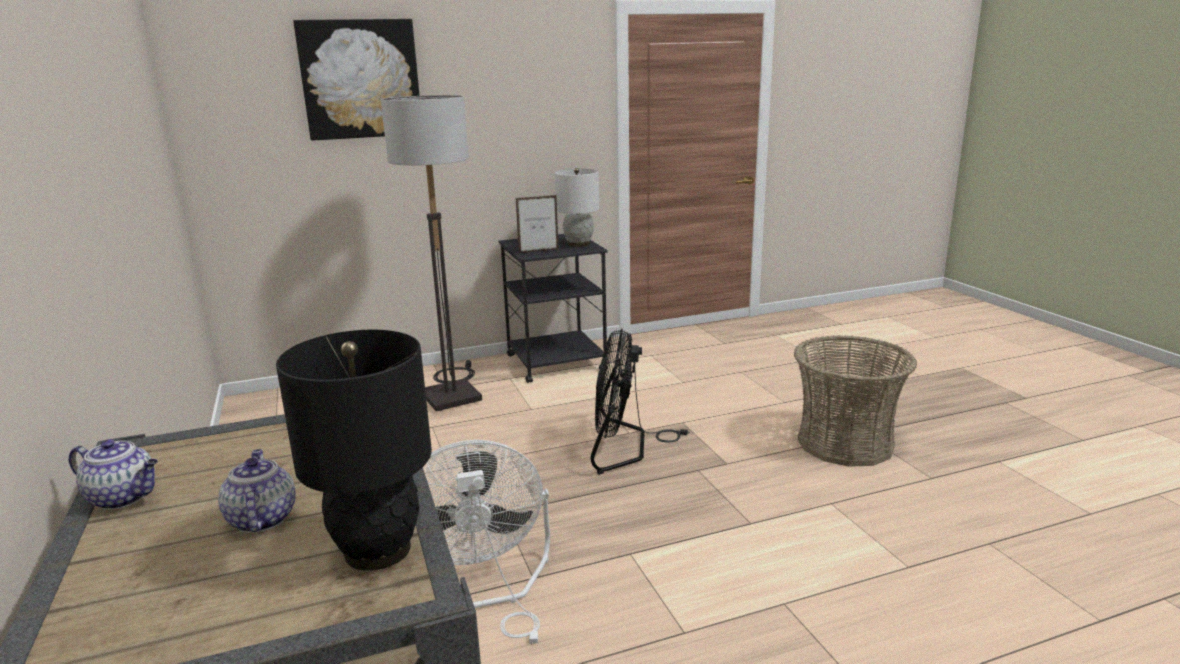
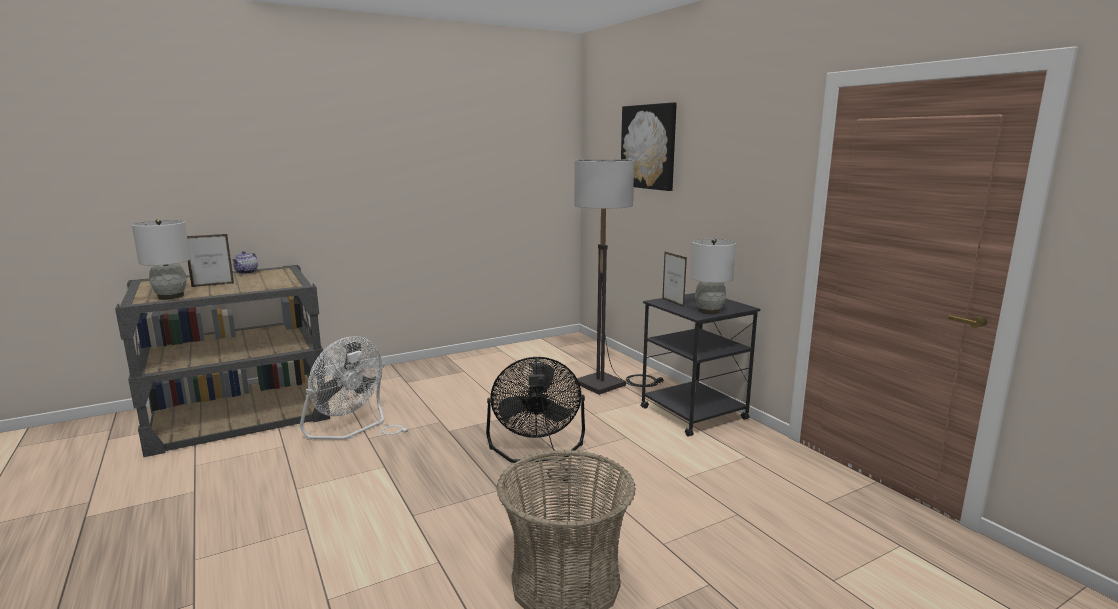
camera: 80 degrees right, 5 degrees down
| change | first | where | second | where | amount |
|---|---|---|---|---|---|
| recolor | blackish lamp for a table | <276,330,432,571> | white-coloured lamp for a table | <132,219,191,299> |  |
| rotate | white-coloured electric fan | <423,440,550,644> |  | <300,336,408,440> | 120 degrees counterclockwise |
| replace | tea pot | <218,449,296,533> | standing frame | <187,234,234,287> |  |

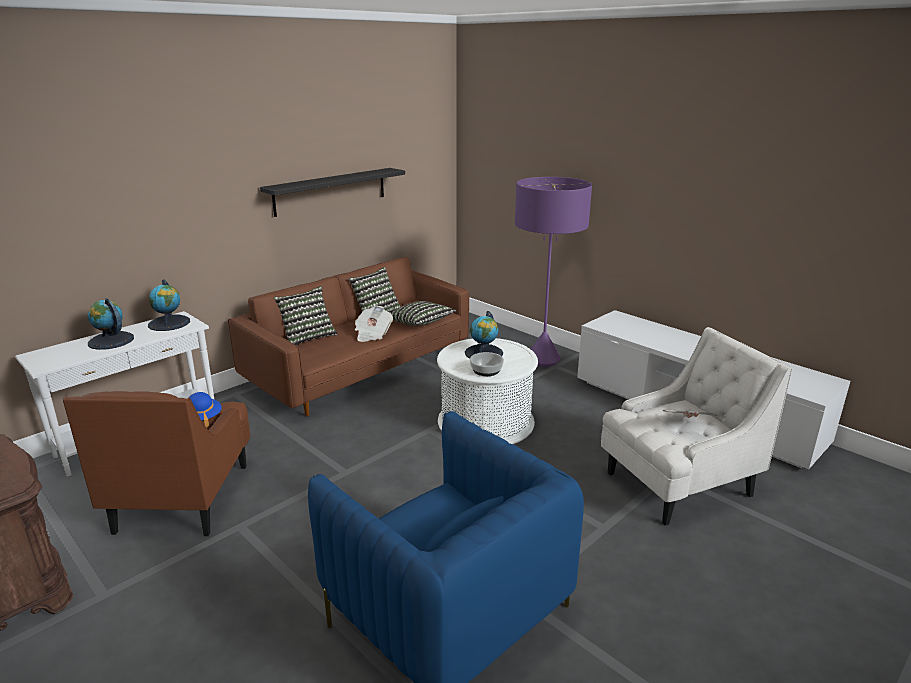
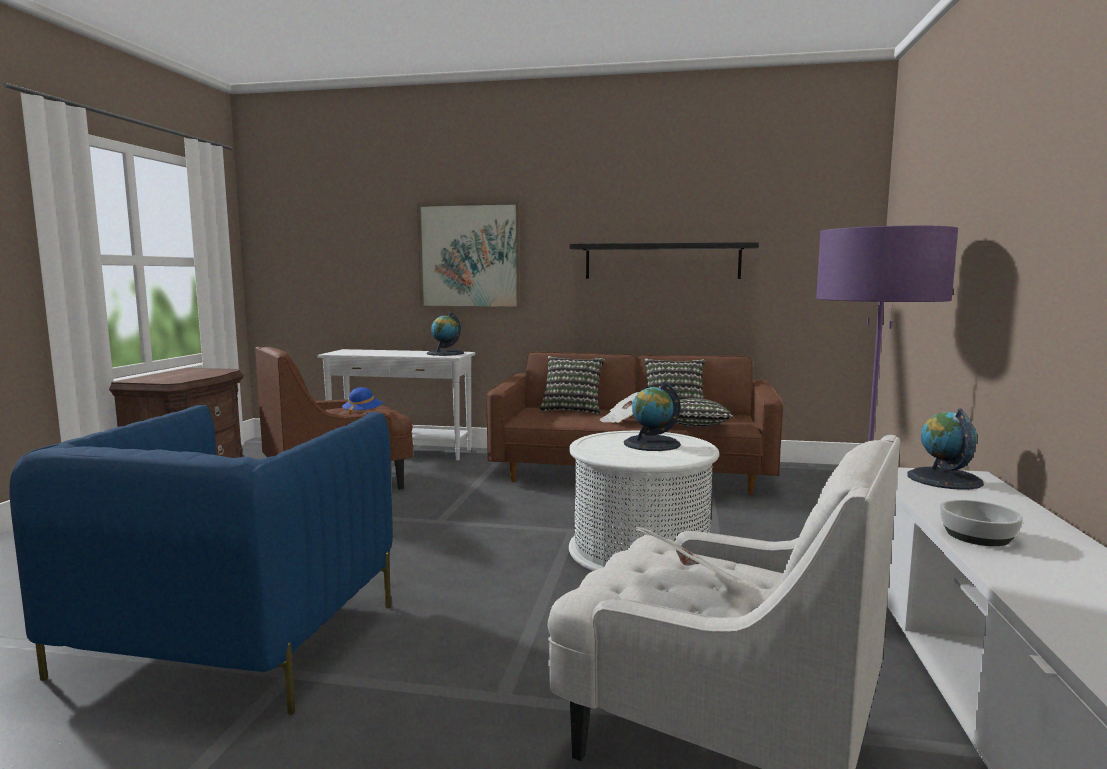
camera: 55 degrees right, 15 degrees down
| change | first | where | second | where | amount |
|---|---|---|---|---|---|
| move | desk globe | <88,298,134,350> |  | <907,409,984,490> |  |
| move | bowl | <470,352,504,376> |  | <939,500,1023,546> |  |
| insert |  |  | wall art | <417,202,520,309> |  |

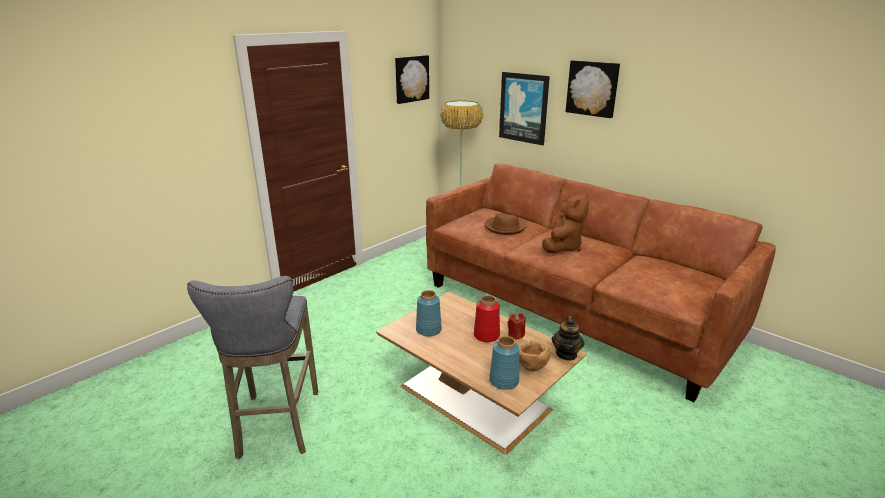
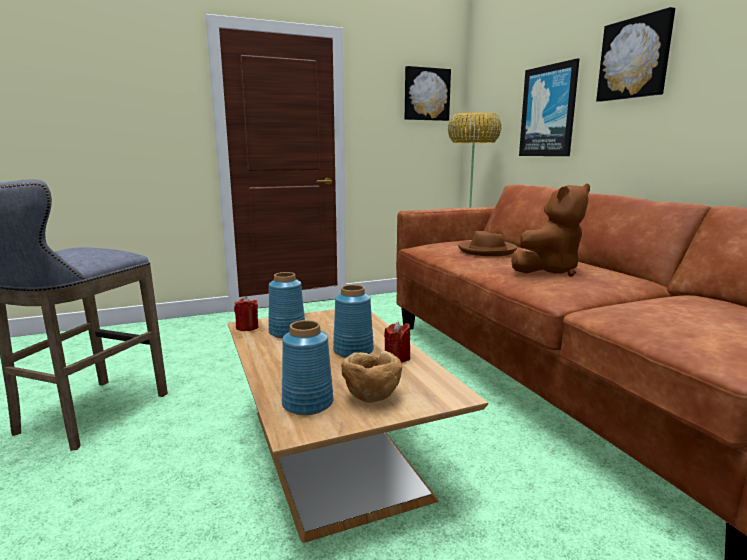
camera: 25 degrees right, 10 degrees down
| change | first | where | second | where | amount |
|---|---|---|---|---|---|
| recolor | reddish flower vase | <474,295,500,342> | blue flower vase | <333,285,374,358> |  |
| delete | tea pot | <552,316,584,361> |  |  |  |
| insert |  |  | reddish candle | <234,296,258,331> |  |

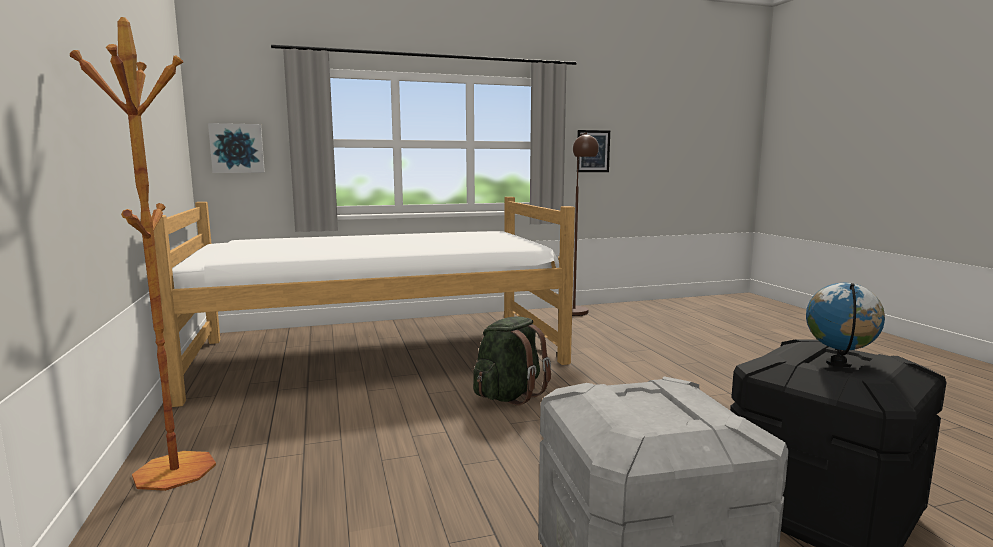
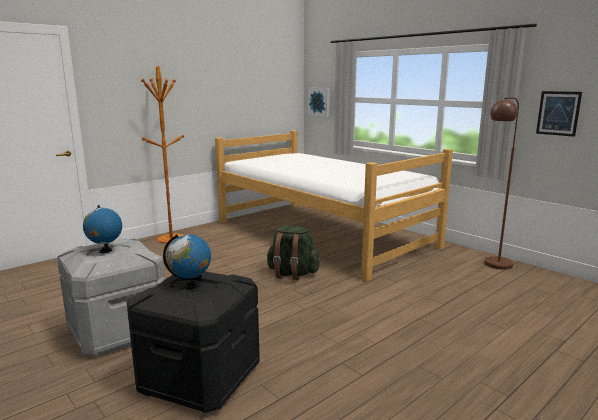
camera: 65 degrees right, 5 degrees up
| change | first | where | second | where | amount |
|---|---|---|---|---|---|
| insert |  |  | desk globe | <83,205,122,253> |  |

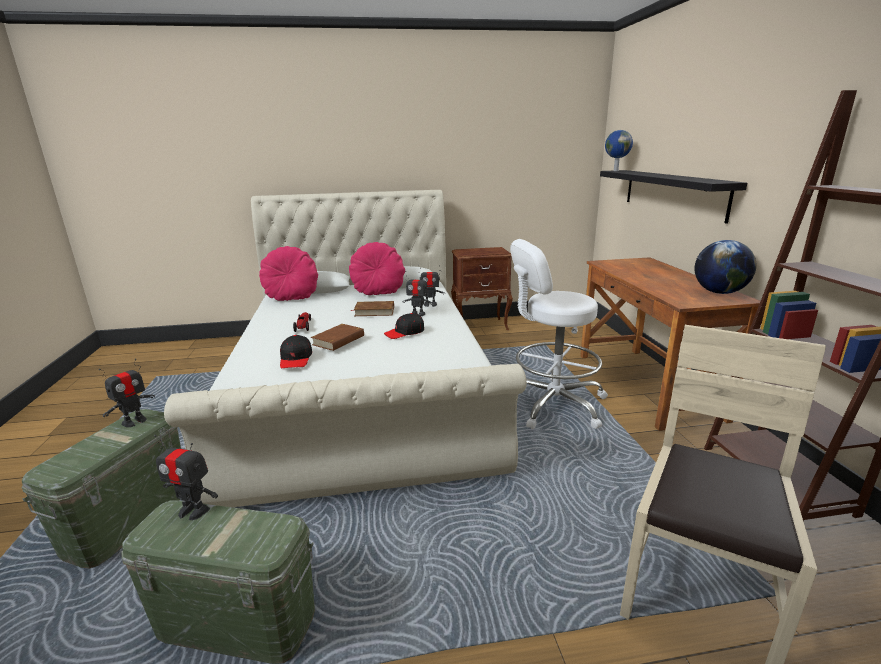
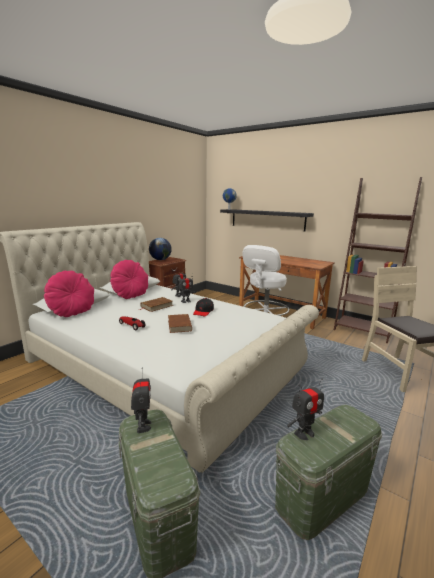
camera: 45 degrees left, 5 degrees down
| change | first | where | second | where | amount |
|---|---|---|---|---|---|
| move | desk globe | <695,240,756,294> |  | <149,238,172,260> |  |
| delete | blackish cap | <280,335,312,368> |  |  |  |

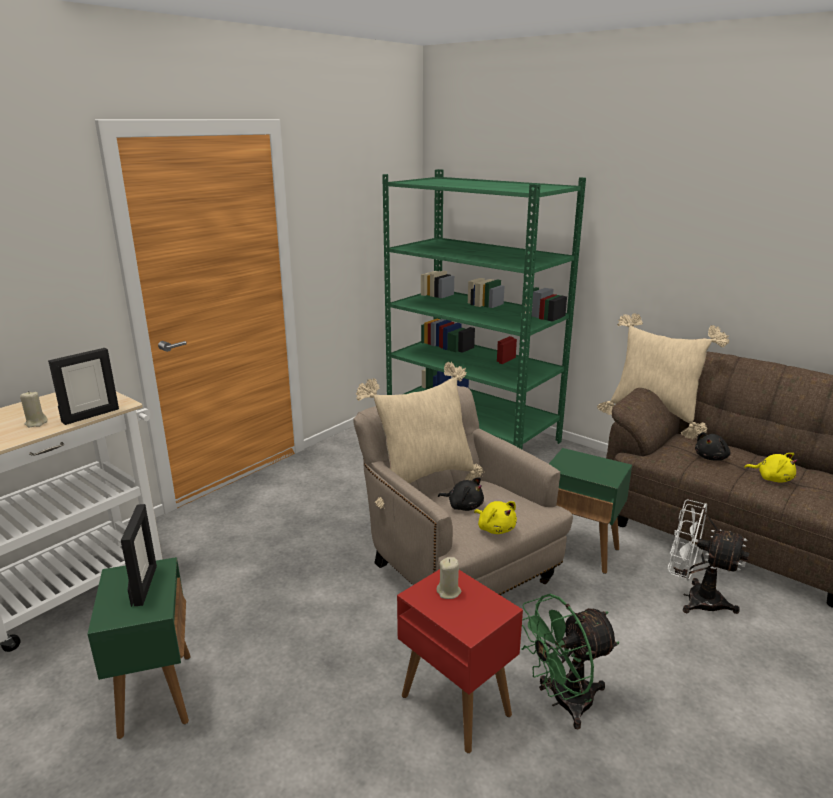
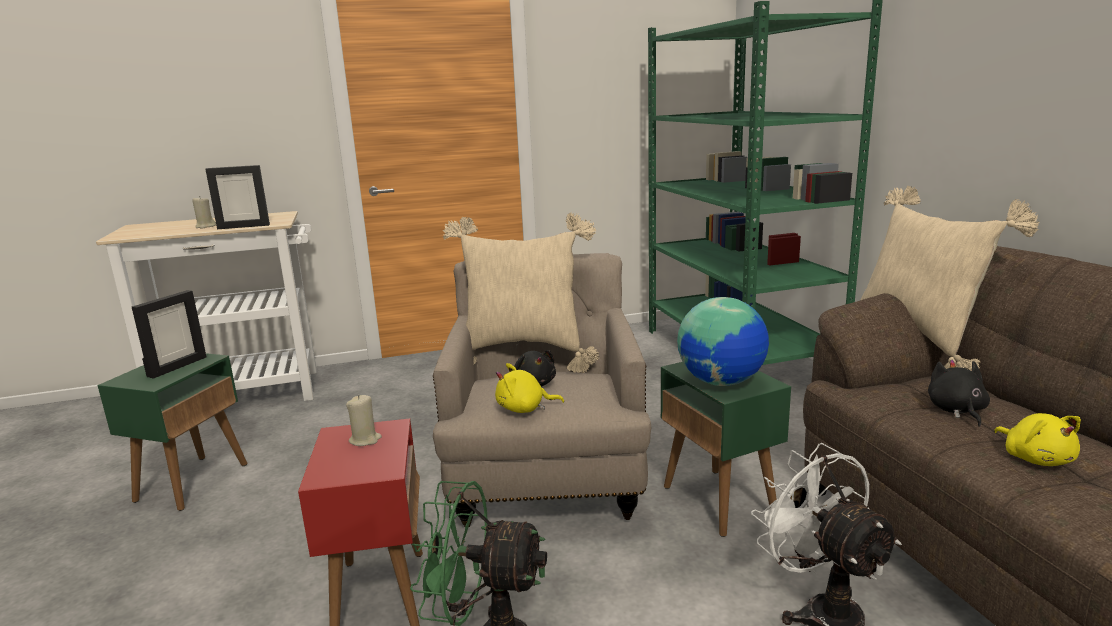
camera: 35 degrees right, 5 degrees down
| change | first | where | second | where | amount |
|---|---|---|---|---|---|
| rotate | blackish plush toy | <695,432,730,461> |  | <928,360,990,427> | 105 degrees clockwise |
| rotate | yellow-coloured plush toy | <474,501,517,534> |  | <495,363,564,413> | 90 degrees clockwise |
| insert |  |  | desk globe | <677,297,769,386> |  |

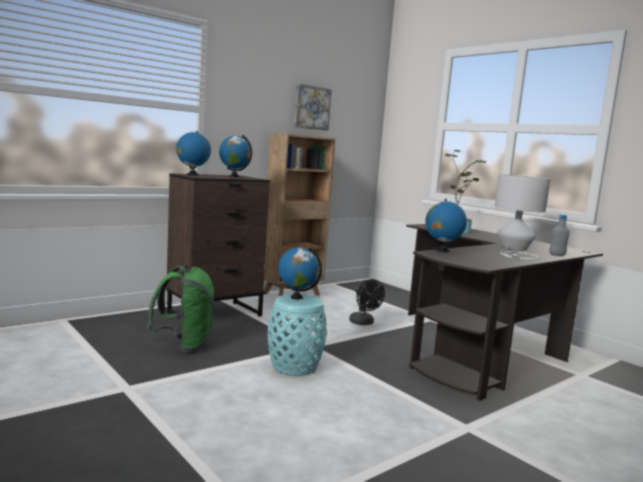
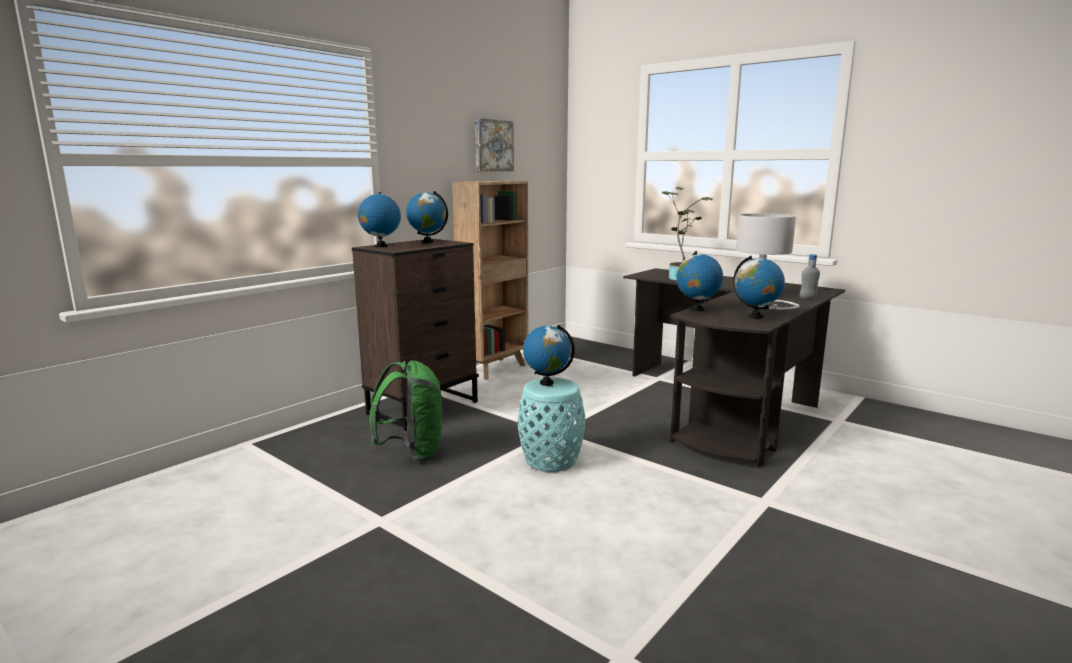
camera: 10 degrees left, 5 degrees up
| change | first | where | second | where | amount |
|---|---|---|---|---|---|
| delete | blackish electric fan | <349,279,385,325> |  |  |  |
| insert |  |  | desk globe | <733,256,785,318> |  |

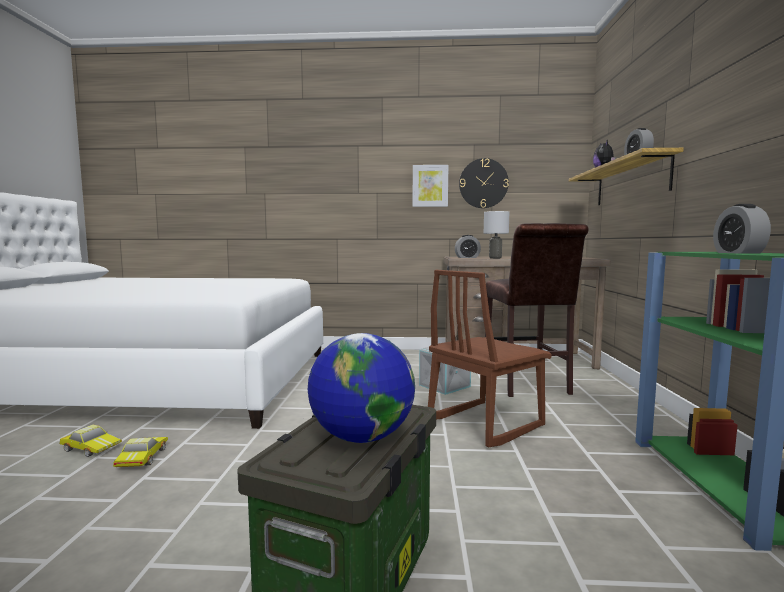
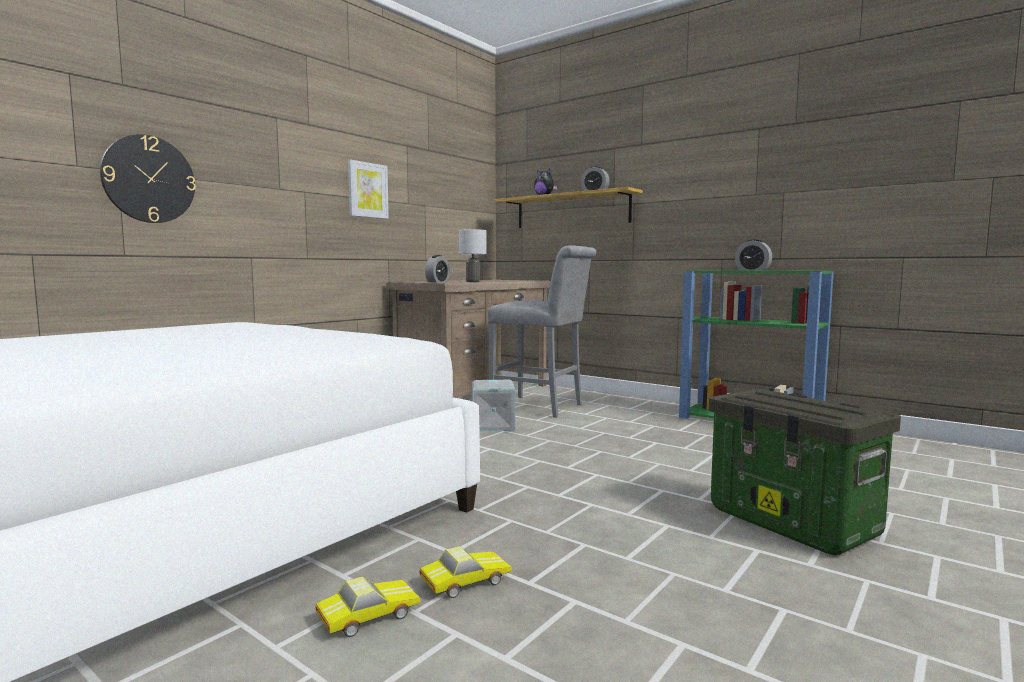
camera: 55 degrees left, 0 degrees up
| change | first | where | second | where | amount |
|---|---|---|---|---|---|
| move | clock on the wall | <459,158,509,208> |  | <100,134,196,223> |  |
| recolor | brown stool seat | <485,223,589,397> | greyish stool seat | <488,246,596,418> |  |
| delete | brown plain chair | <428,270,552,447> |  |  |  |
| delete | desk globe | <308,333,415,443> |  |  |  |
| rotate | model car | <113,437,168,467> |  | <419,546,512,598> | 120 degrees clockwise |

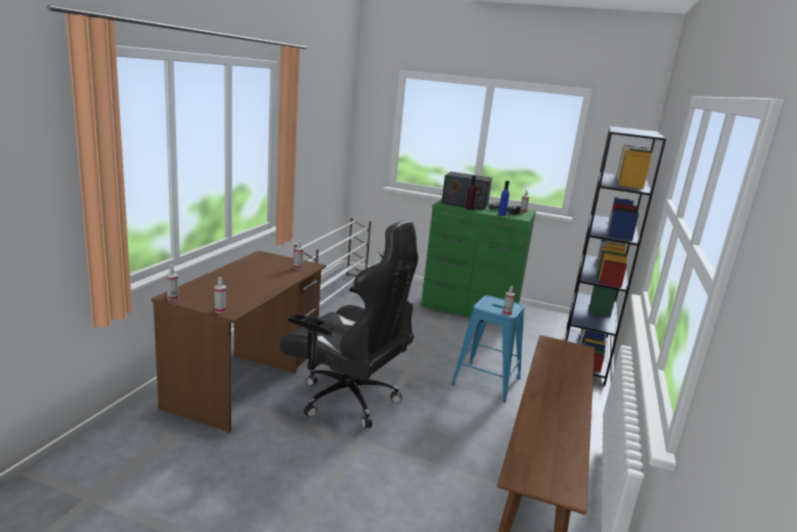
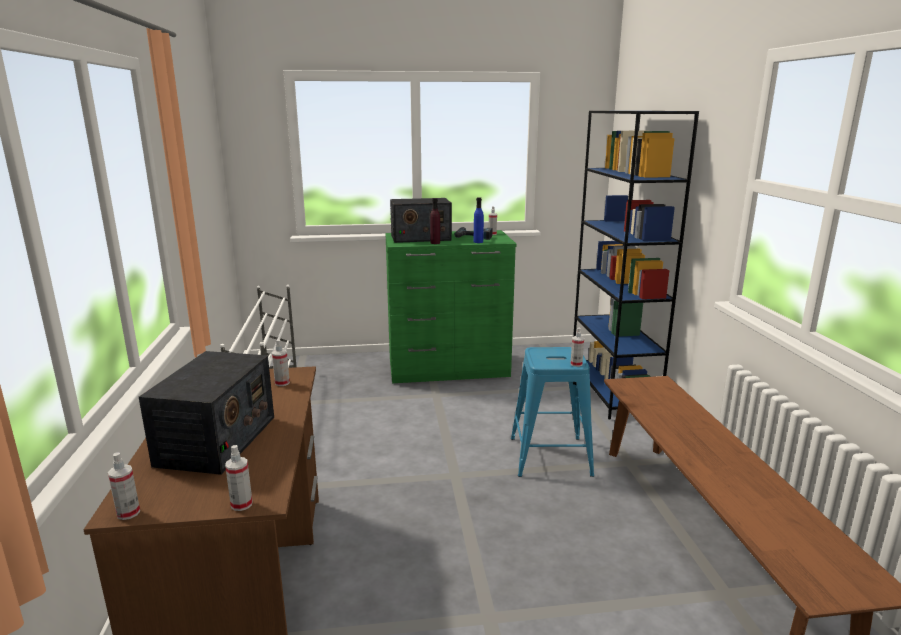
camera: 25 degrees left, 0 degrees up
| change | first | where | second | where | amount |
|---|---|---|---|---|---|
| delete | blackish desk chair | <280,220,418,429> |  |  |  |
| insert |  |  | radio set | <139,351,274,475> |  |

